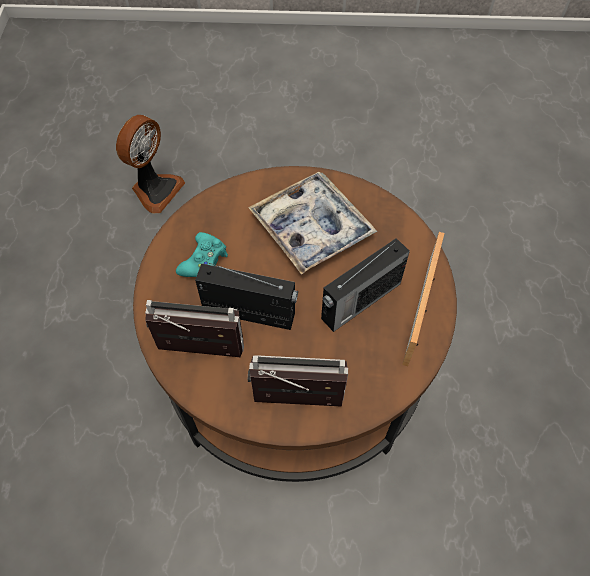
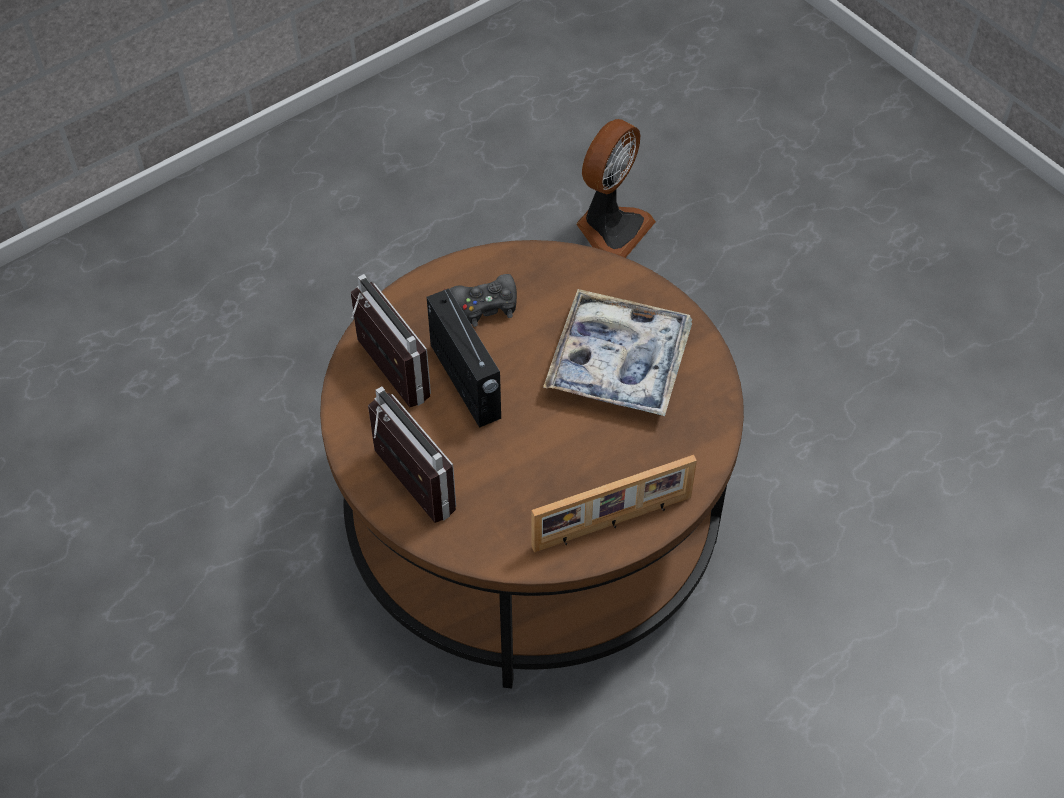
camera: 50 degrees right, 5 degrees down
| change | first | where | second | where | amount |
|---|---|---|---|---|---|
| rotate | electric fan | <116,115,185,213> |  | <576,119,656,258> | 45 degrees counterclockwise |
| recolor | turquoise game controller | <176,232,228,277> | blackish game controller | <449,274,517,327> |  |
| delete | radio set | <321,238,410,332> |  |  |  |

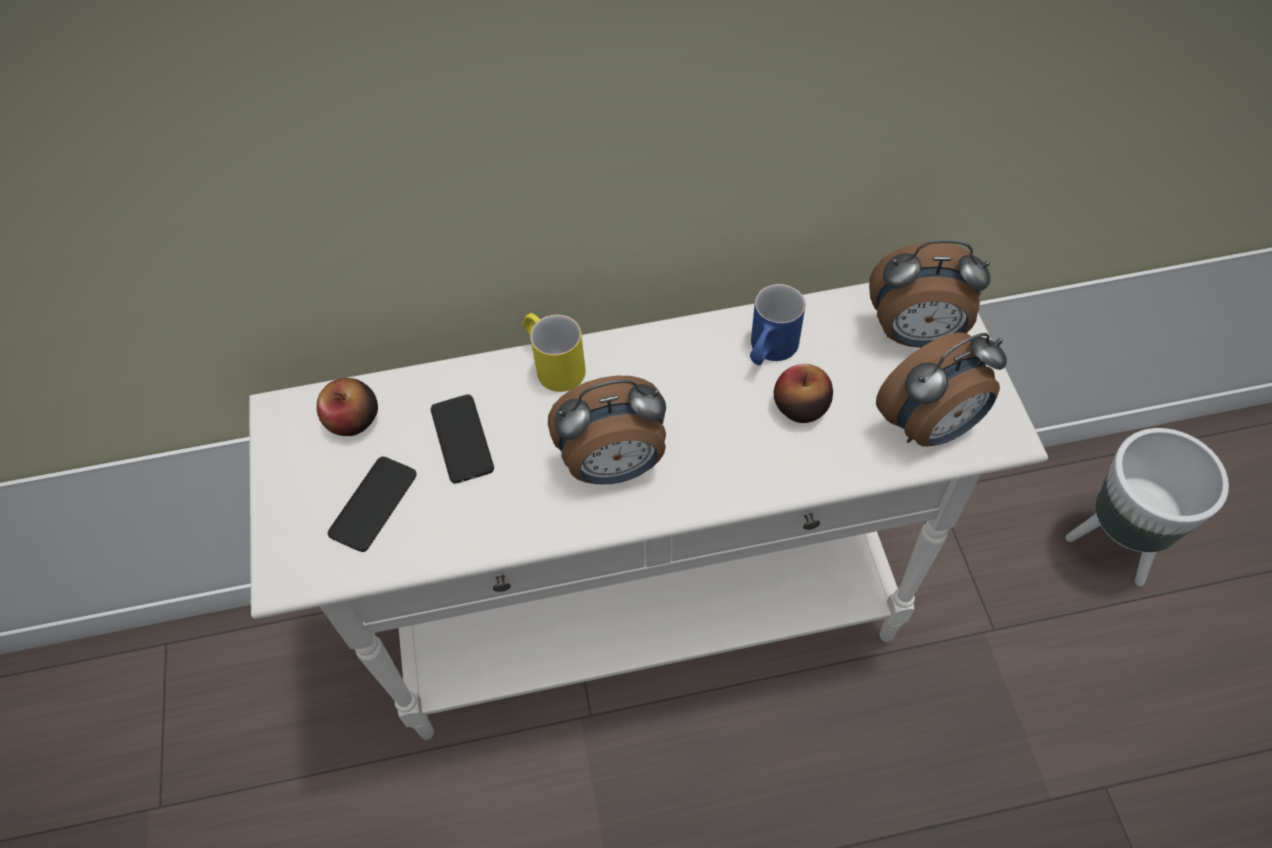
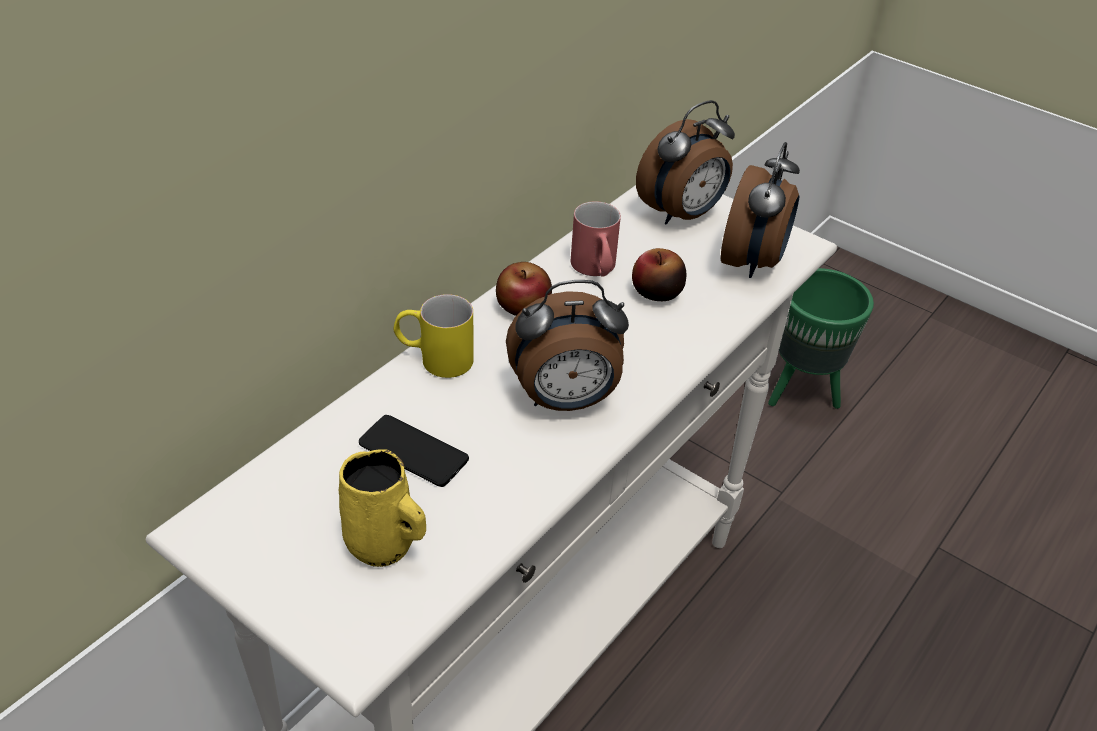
camera: 45 degrees left, 15 degrees down
| change | first | where | second | where | amount |
|---|---|---|---|---|---|
| recolor | blue tea mug | <750,284,805,365> | reddish tea mug | <571,201,621,276> |  |
| rotate | alarm clock | <548,376,666,484> |  | <506,280,629,411> | 45 degrees clockwise |
| move | whole apple | <317,378,378,436> |  | <496,262,552,316> |  |
| recolor | white-coloured planter | <1065,428,1229,586> | greenish planter | <768,268,874,409> |  |
| replace | phone | <328,456,417,552> | yellow-coloured tea mug | <339,449,426,567> |  |

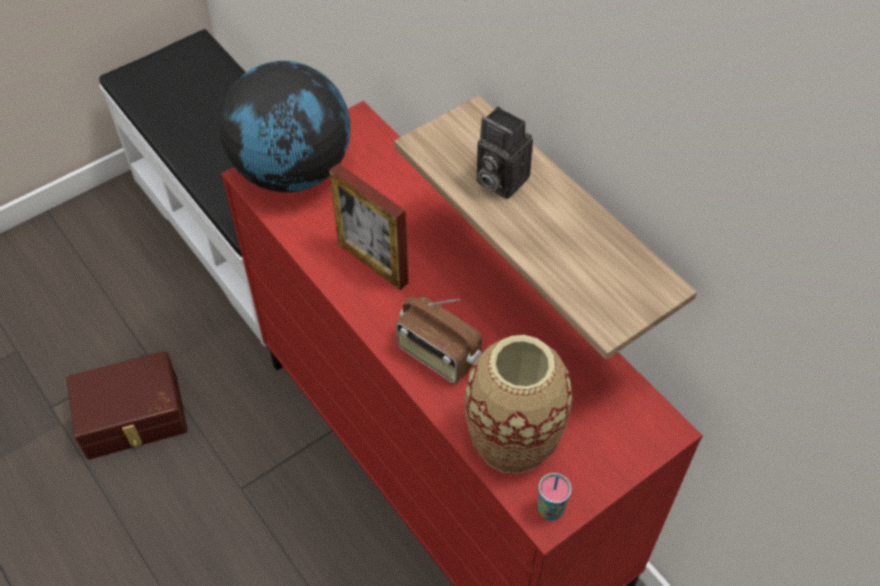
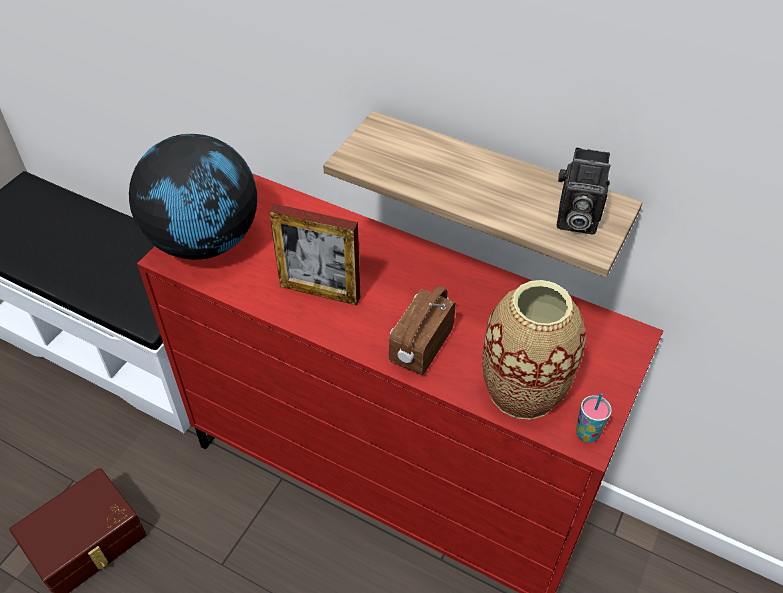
camera: 25 degrees left, 5 degrees down
| change | first | where | second | where | amount |
|---|---|---|---|---|---|
| move | still camera | <477,107,533,199> |  | <557,147,610,235> |  |
| rotate | radio set | <396,297,482,384> |  | <389,286,456,375> | 105 degrees clockwise |

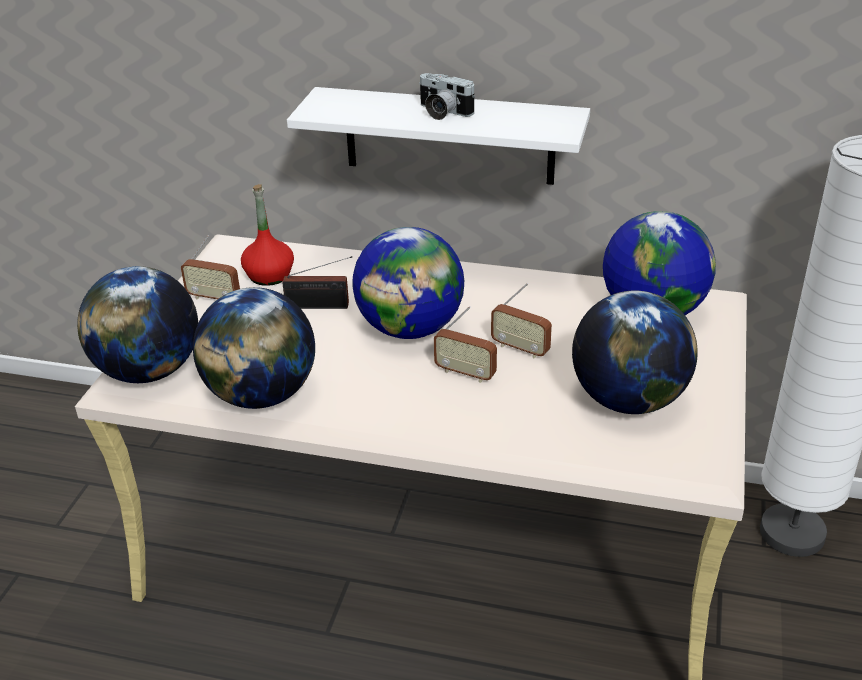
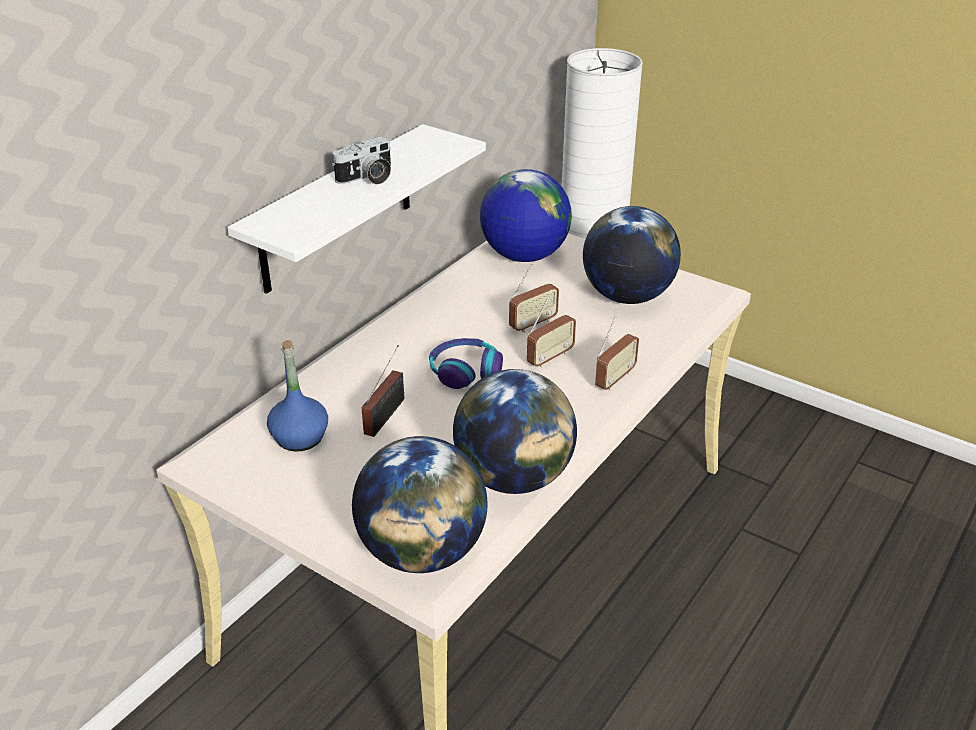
camera: 70 degrees left, 0 degrees up
| change | first | where | second | where | amount |
|---|---|---|---|---|---|
| recolor | reddish bottle | <241,184,294,286> | blue bottle | <267,340,328,452> |  |
| replace | desk globe | <352,227,464,339> | headset | <429,338,503,389> |  |
| move | radio set | <181,235,240,299> |  | <595,317,639,391> |  |

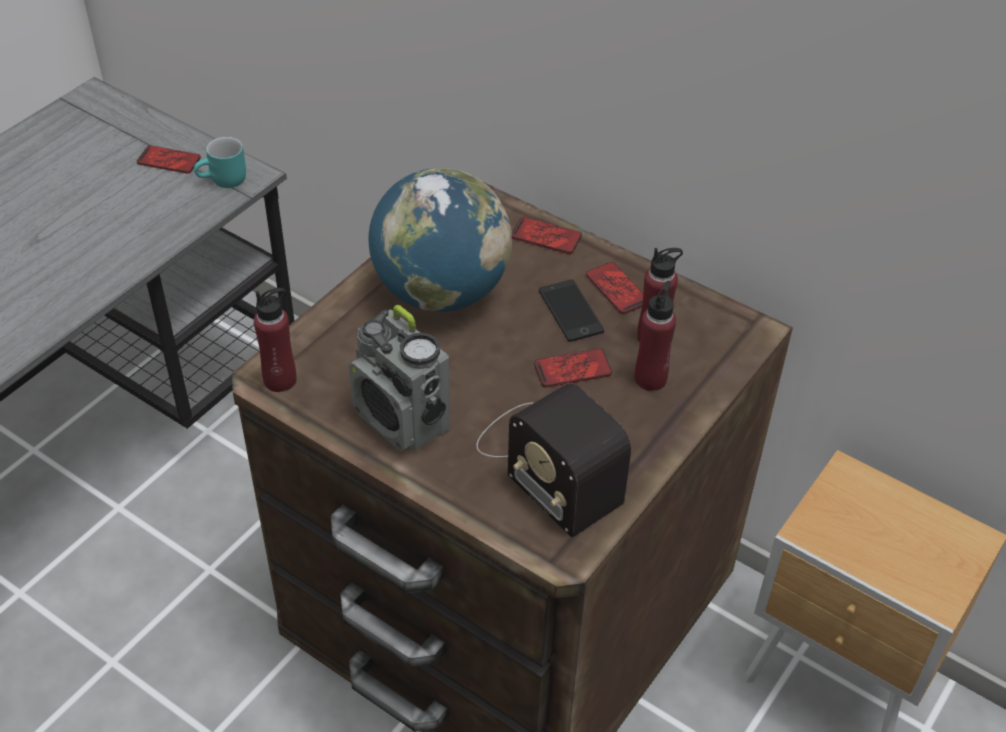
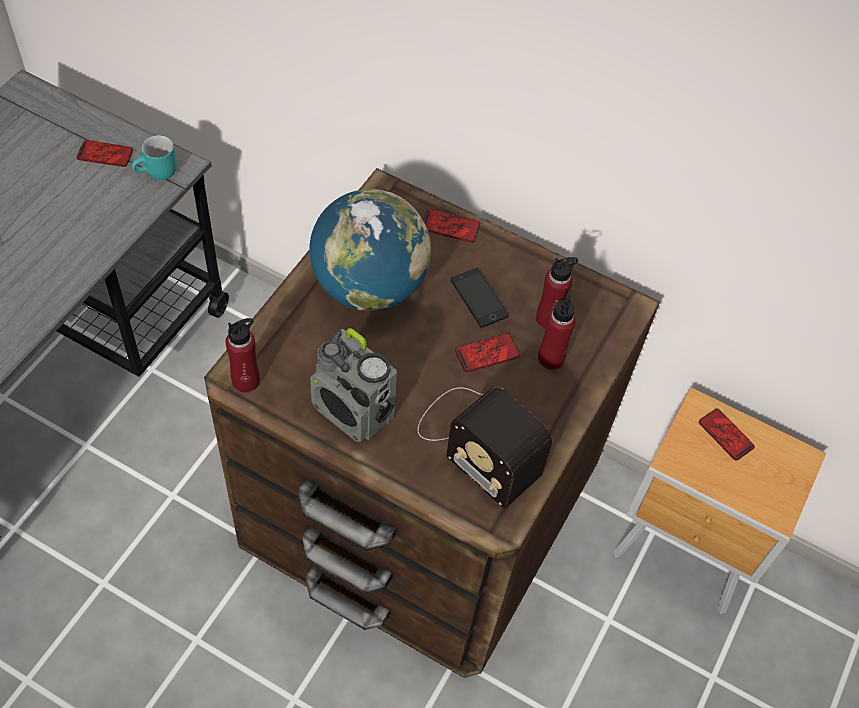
camera: 10 degrees left, 10 degrees up
| change | first | where | second | where | amount |
|---|---|---|---|---|---|
| move | phone | <586,262,643,314> |  | <699,409,755,461> |  |

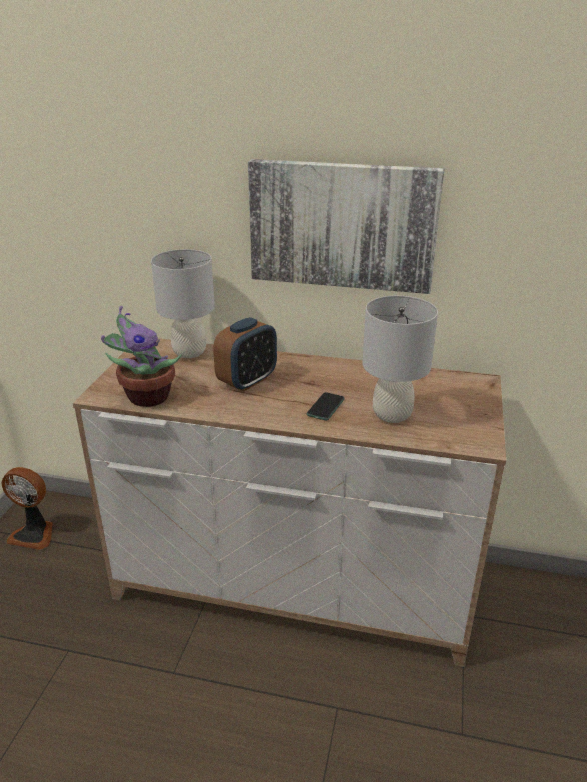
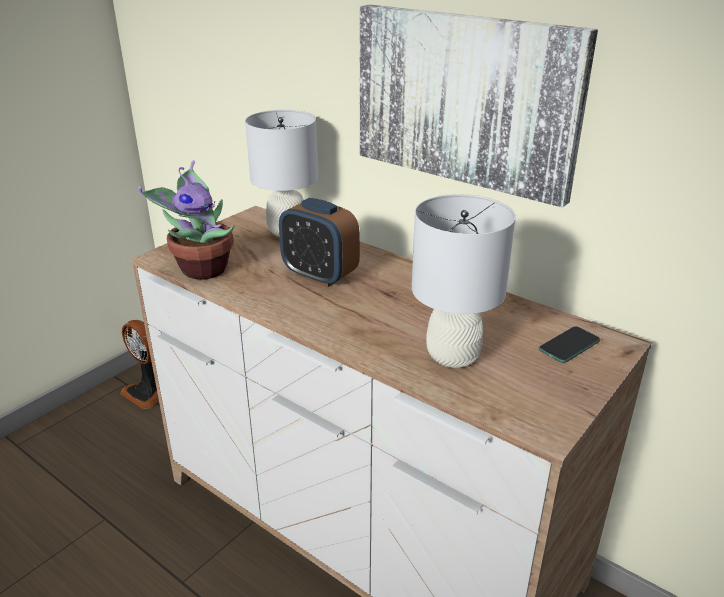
camera: 25 degrees right, 0 degrees up
| change | first | where | second | where | amount |
|---|---|---|---|---|---|
| rotate | alarm clock | <213,317,277,392> |  | <279,198,360,287> | 60 degrees clockwise |
| move | phone | <307,392,345,420> |  | <539,326,600,363> |  |

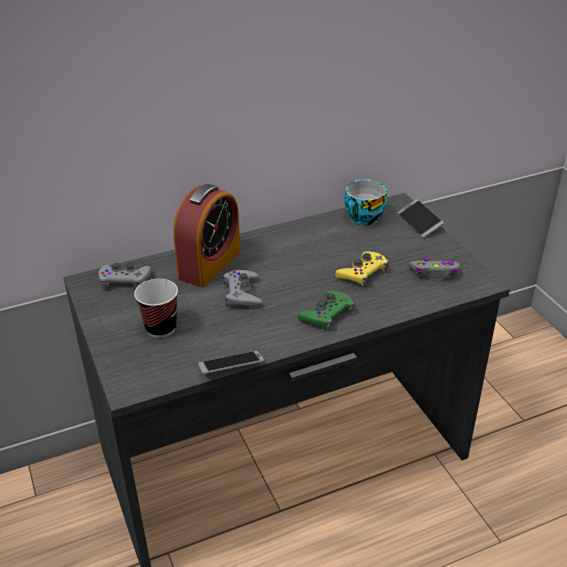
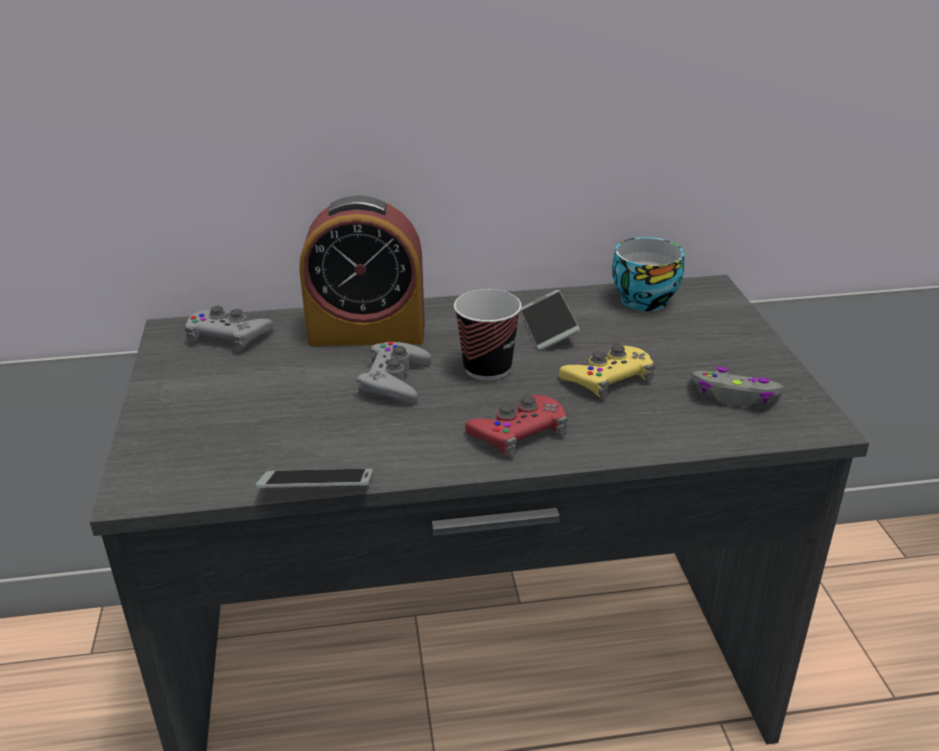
camera: 15 degrees right, 5 degrees down
| change | first | where | second | where | amount |
|---|---|---|---|---|---|
| rotate | alarm clock | <173,184,240,288> |  | <299,195,425,346> | 45 degrees clockwise |
| move | phone | <397,199,444,238> |  | <521,290,580,351> |  |
| move | drinking cup | <134,279,178,338> |  | <454,289,522,381> |  |
| recolor | greenish game controller | <298,291,355,330> | reddish game controller | <465,395,568,457> |  |

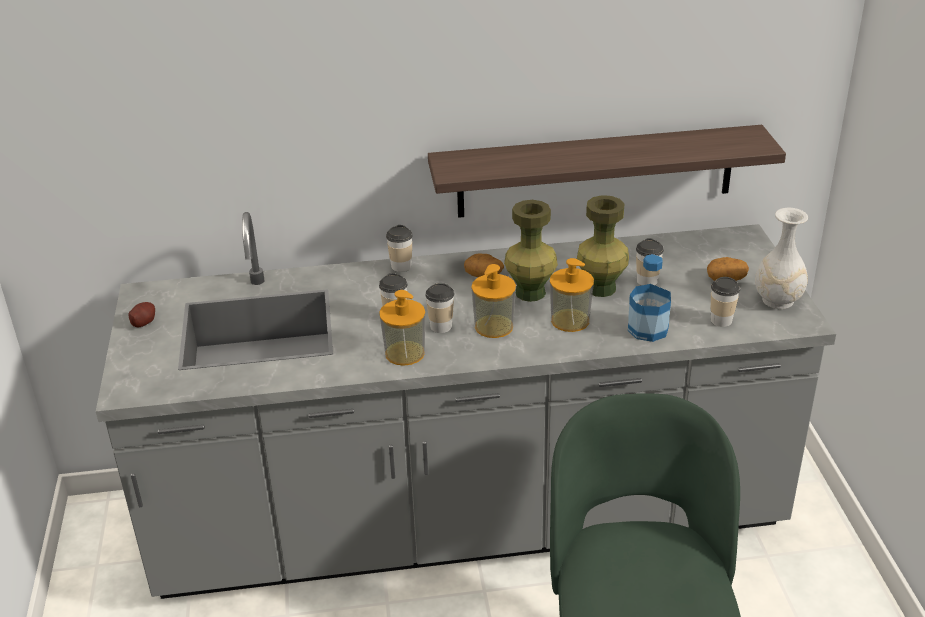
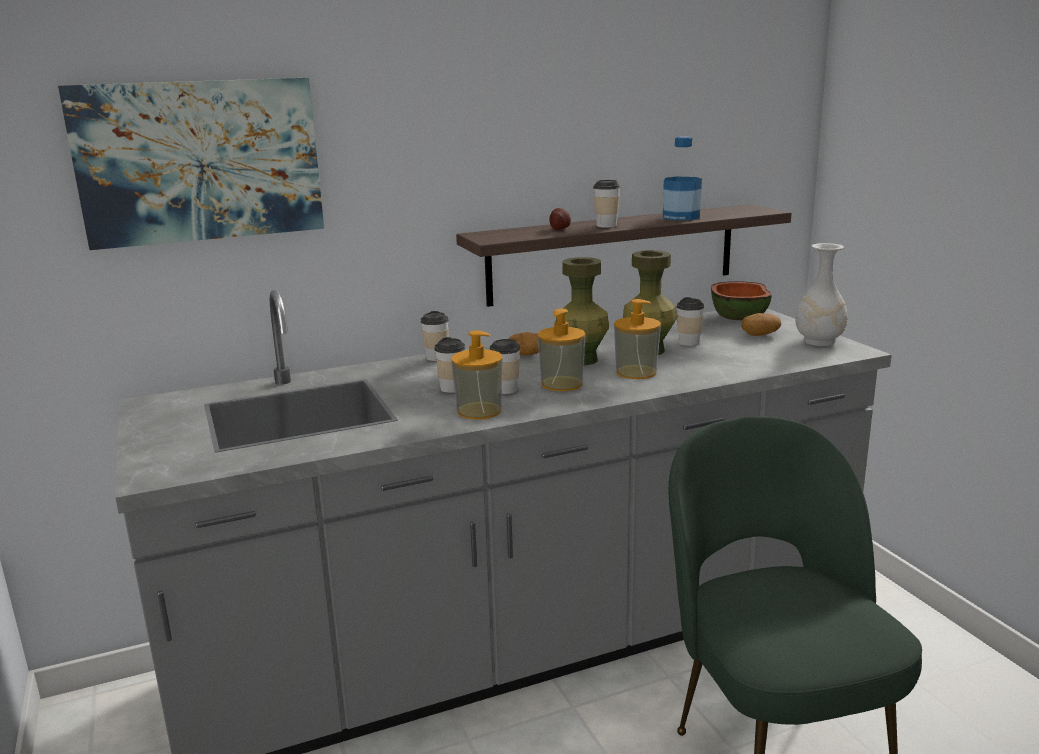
camera: 15 degrees left, 15 degrees down
| change | first | where | second | where | amount |
|---|---|---|---|---|---|
| move | bottle | <628,254,671,342> |  | <663,137,702,220> |  |
| move | drinking cup | <711,277,740,327> |  | <593,180,621,228> |  |
| move | potato | <128,302,155,327> |  | <549,208,571,230> |  |
| insert |  |  | wall art | <58,78,324,250> |  |
| insert |  |  | bowl | <711,281,772,320> |  |

